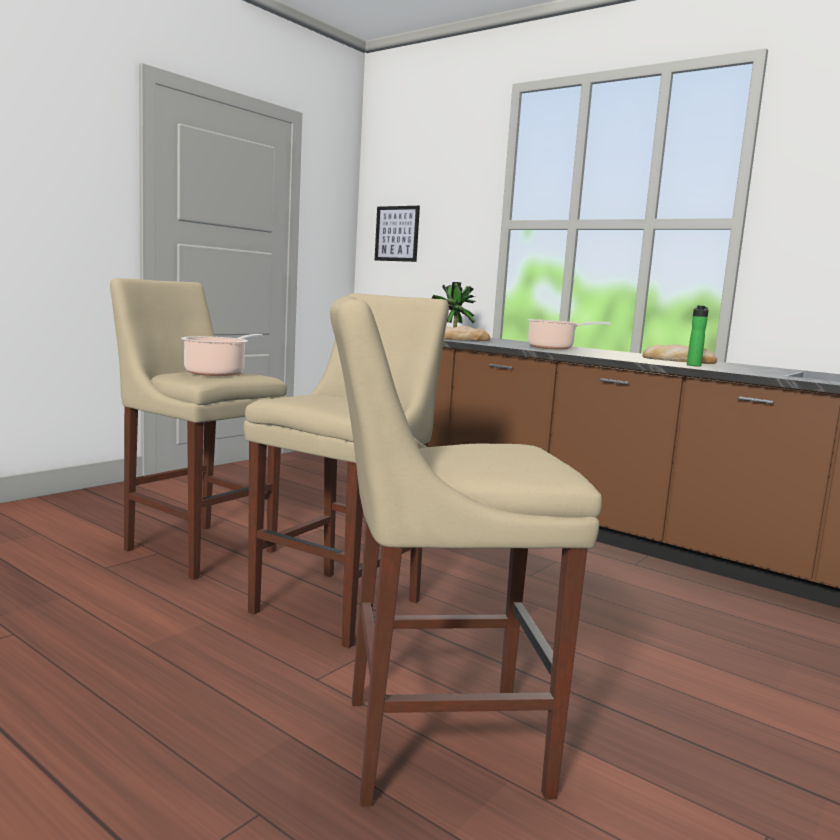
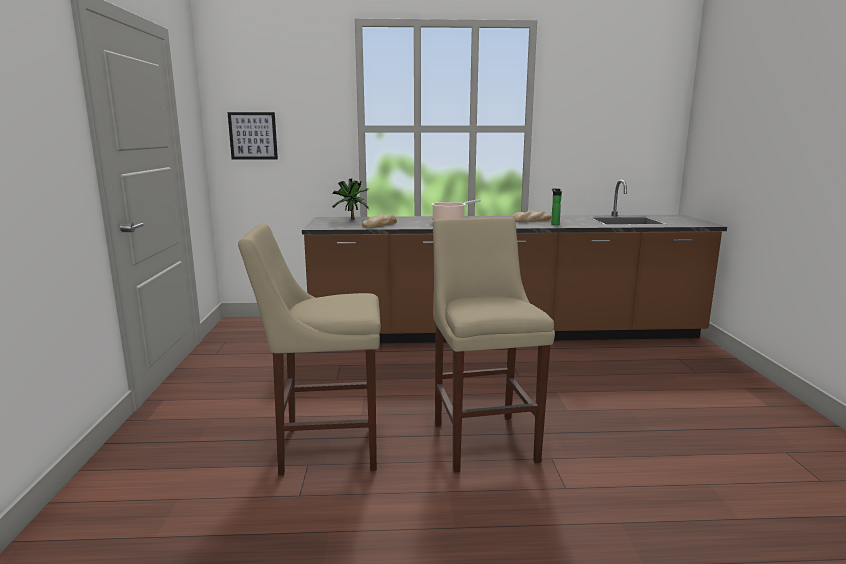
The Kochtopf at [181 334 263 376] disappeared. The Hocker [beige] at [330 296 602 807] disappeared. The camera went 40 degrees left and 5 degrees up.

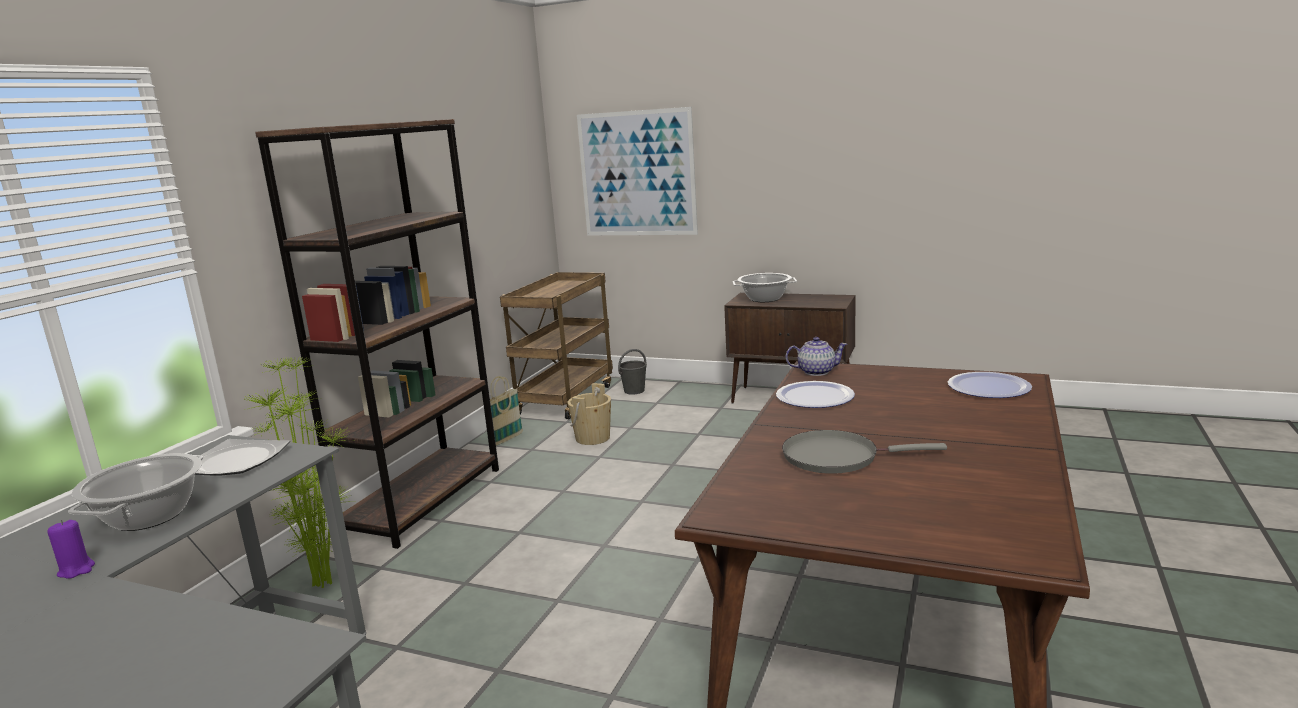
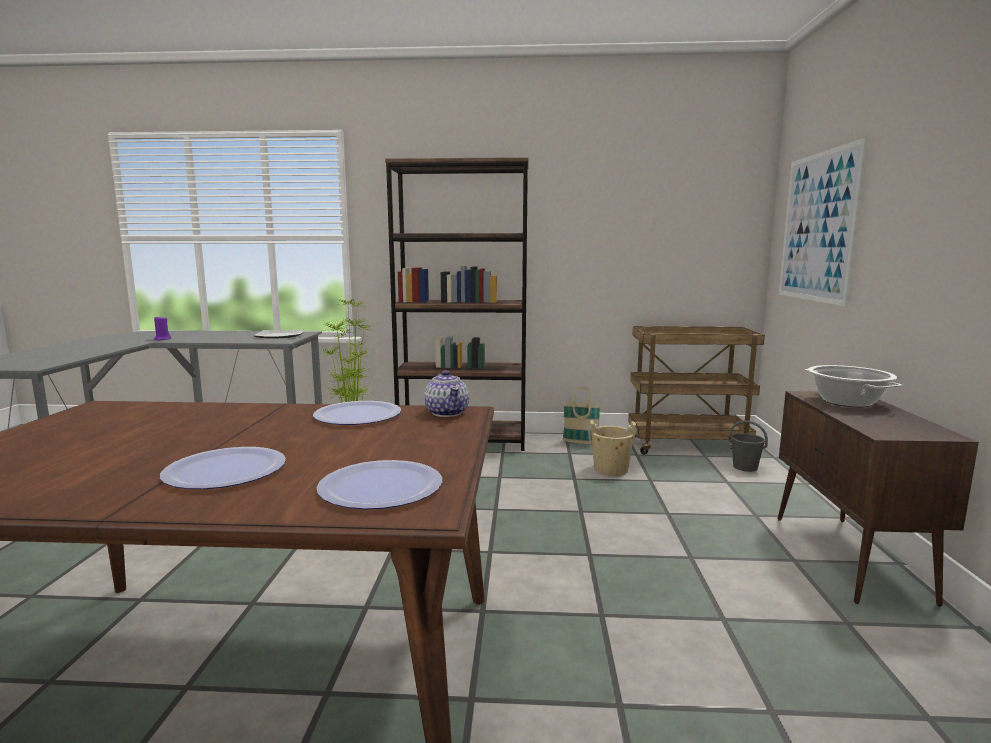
The Kochtopf at [68 453 204 531] disappeared. The Pfanne [grau] at [782 430 947 474] disappeared. The Teller at [160 447 286 489] appeared. The camera went 70 degrees right and 5 degrees down.

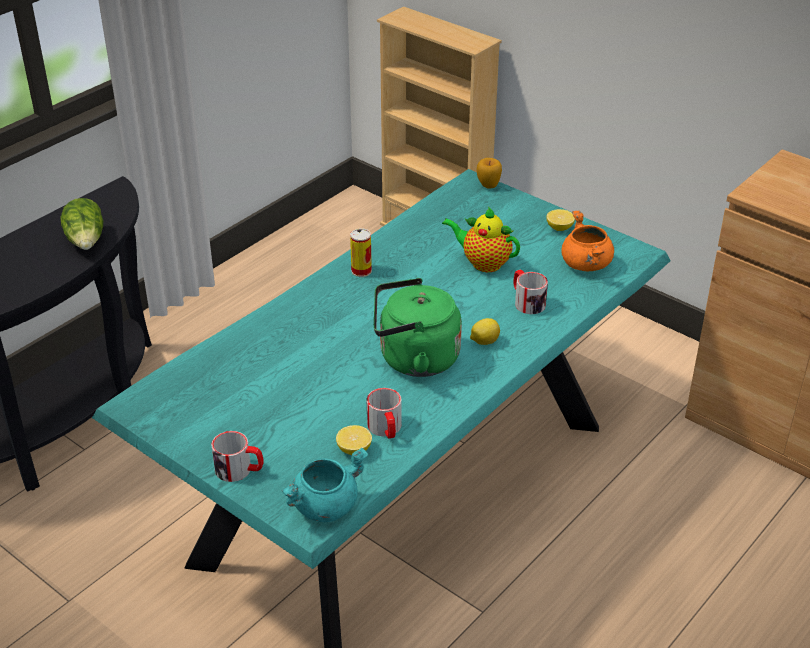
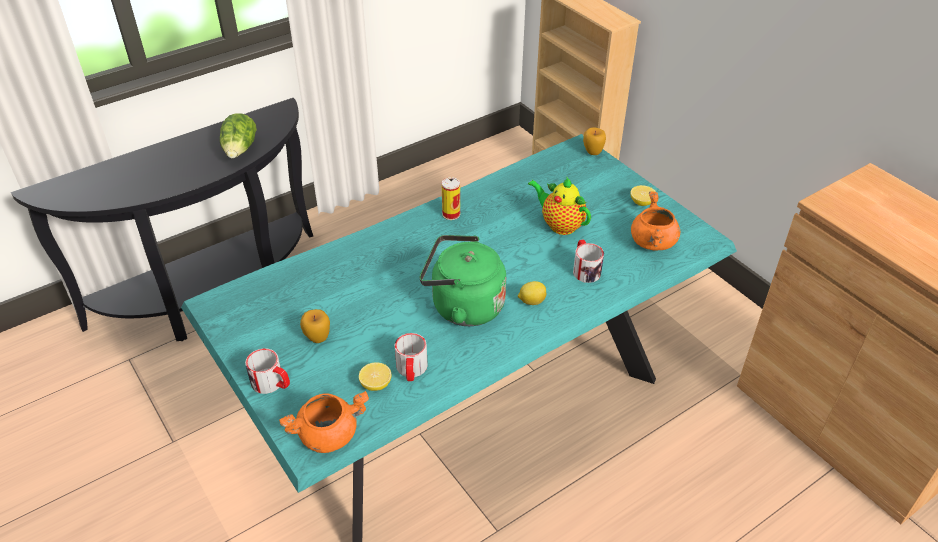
The Kochtopf [türkis] at [282 447 368 522] became the Kochtopf [orange] at [279 391 369 453]. The Apfel at [300 309 330 343] appeared. The camera went 15 degrees right and 5 degrees up.

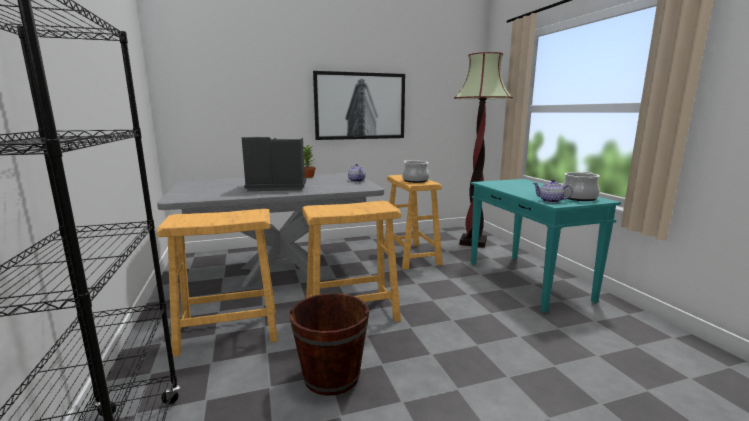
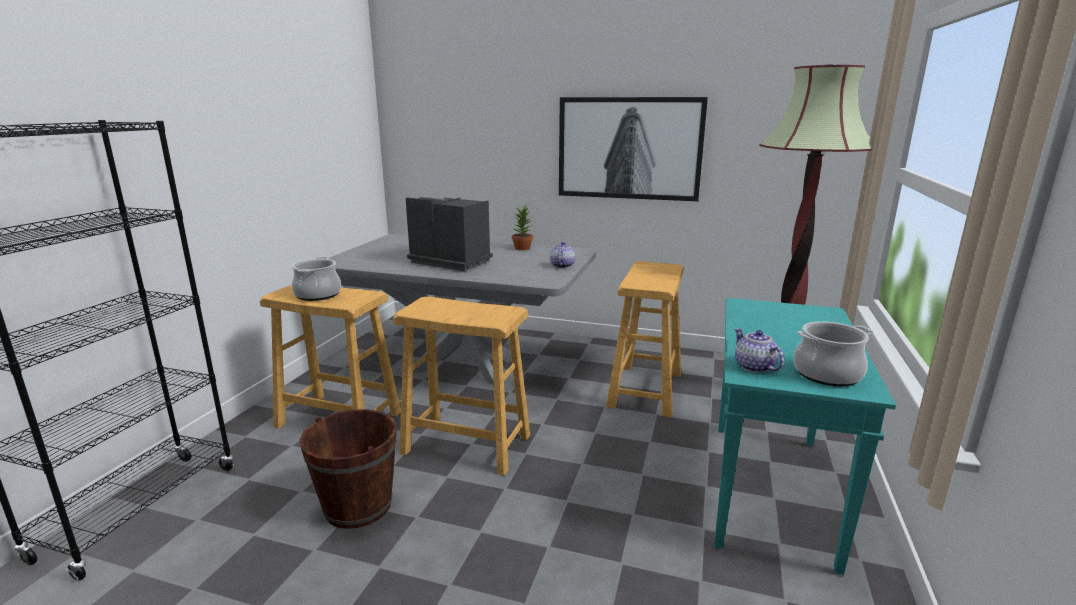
The Kochtopf moved from [402 160 430 183] to [291 257 341 301]. The camera went 35 degrees right and 5 degrees up.

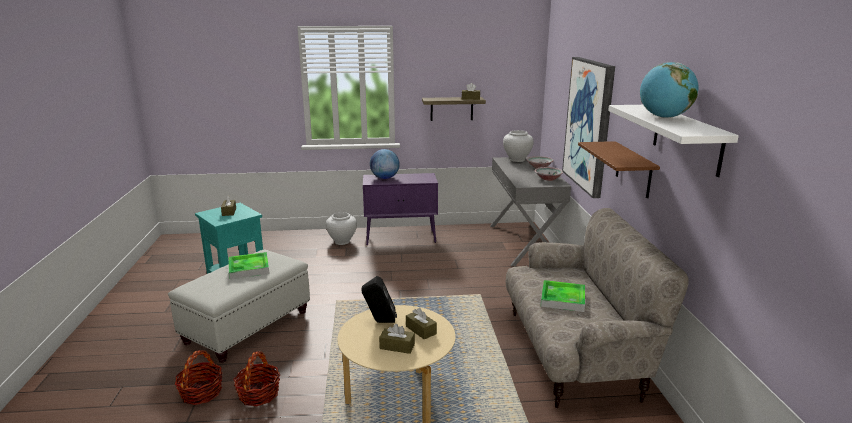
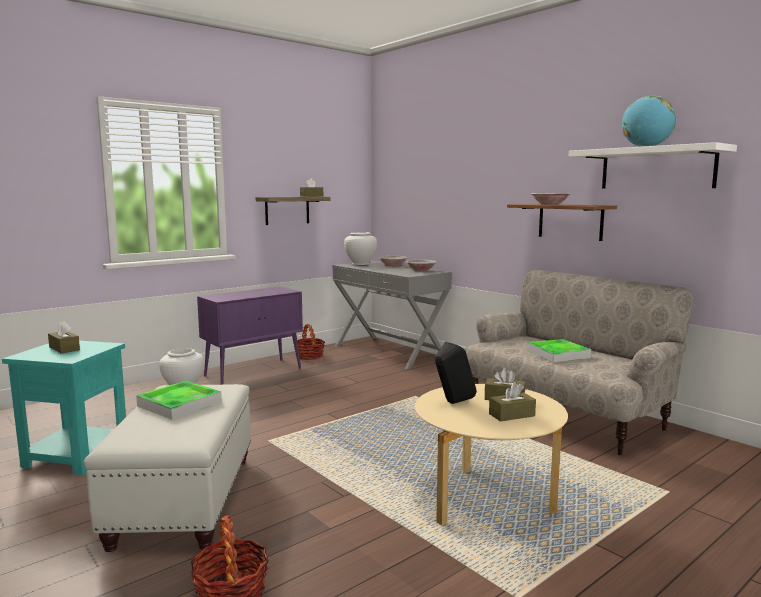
The Korb moved from [233 351 280 406] to [293 324 325 360]. The Globus at [370 149 400 179] disappeared. The Bild at [562 57 615 198] disappeared. The Schüssel at [531 193 571 205] appeared. The camera went 35 degrees left and 10 degrees down.

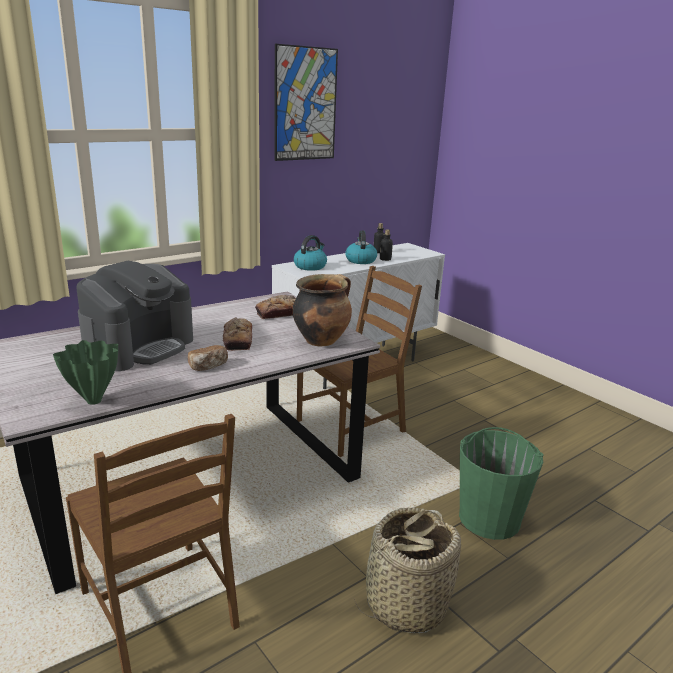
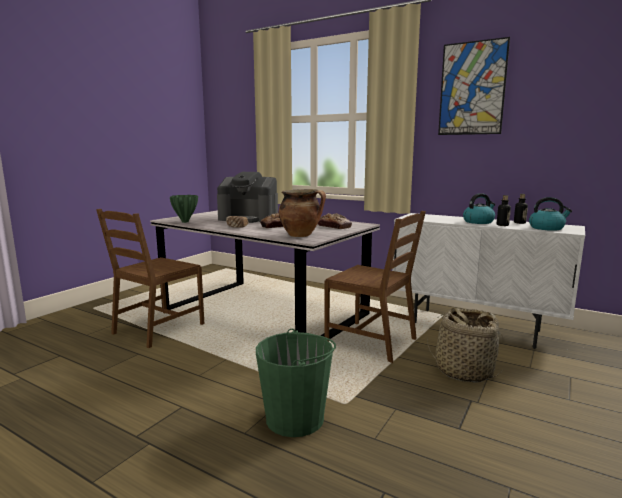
The Wasserkessel moved from [294 235 327 271] to [529 197 572 231]. The Korb moved from [354 507 461 633] to [427 308 503 382]. The camera went 70 degrees right and 10 degrees down.

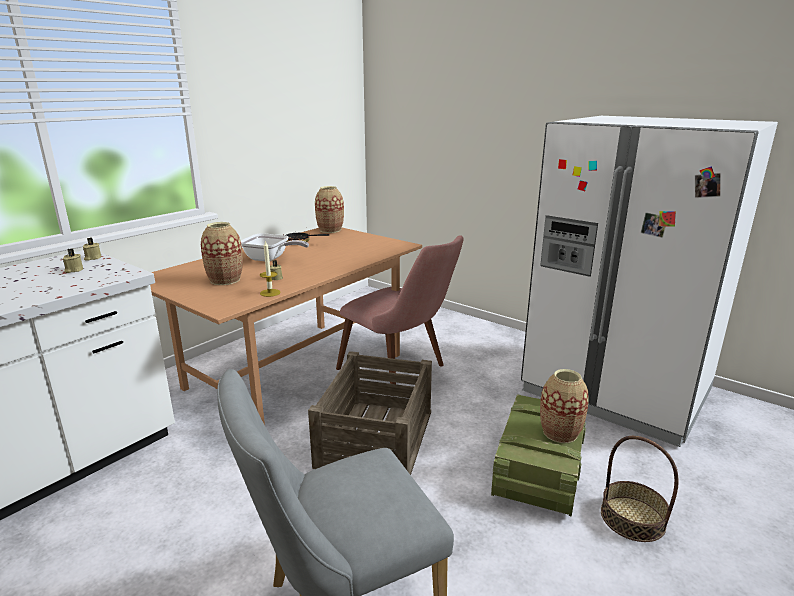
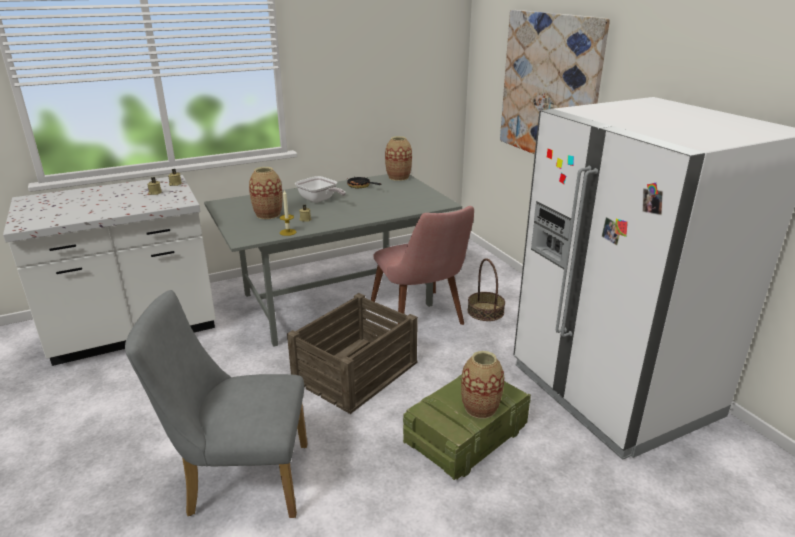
The Esstisch [braun] at [150 228 422 425] became the Esstisch [grau] at [204 174 462 347]. The Korb moved from [601 436 678 542] to [467 258 505 321]. The Bild at [500 10 610 154] appeared. The camera went 25 degrees right and 5 degrees up.

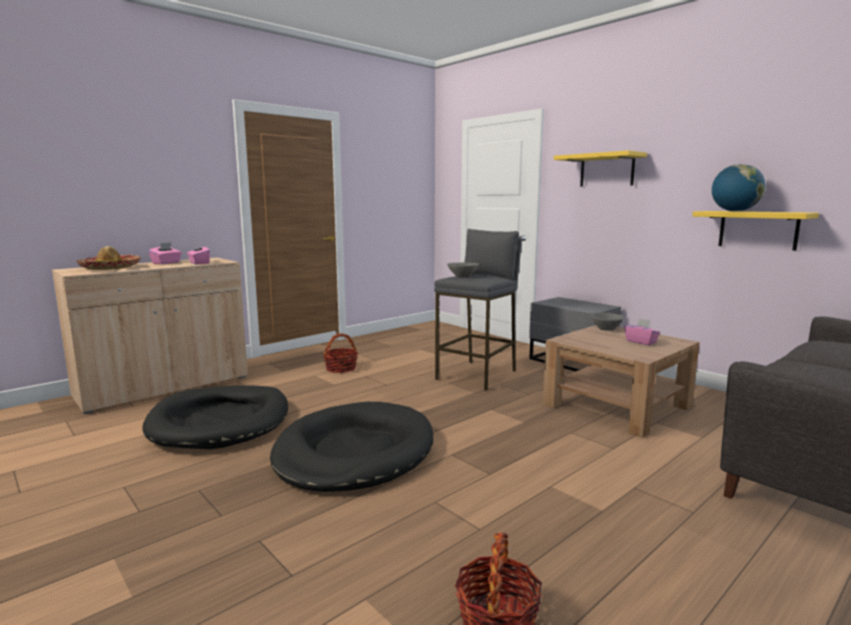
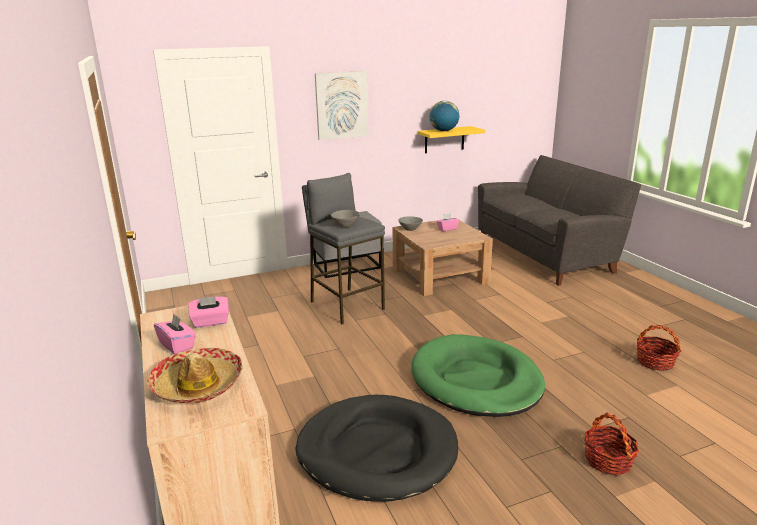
The Hundebett [schwarz] at [270 402 434 492] became the Hundebett [grün] at [411 334 545 417]. The Korb moved from [323 333 358 373] to [584 413 639 476]. The Wandregal [gelb] at [554 150 647 187] was replaced by the Bild at [315 71 369 140]. The camera went 70 degrees left and 10 degrees up.

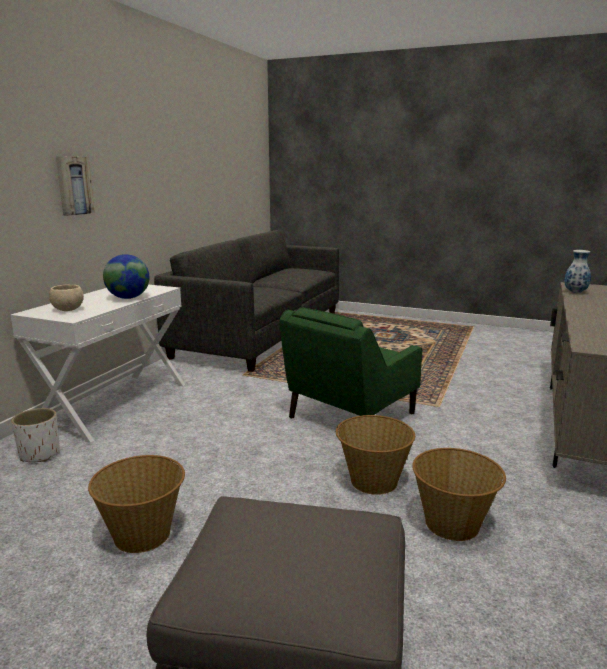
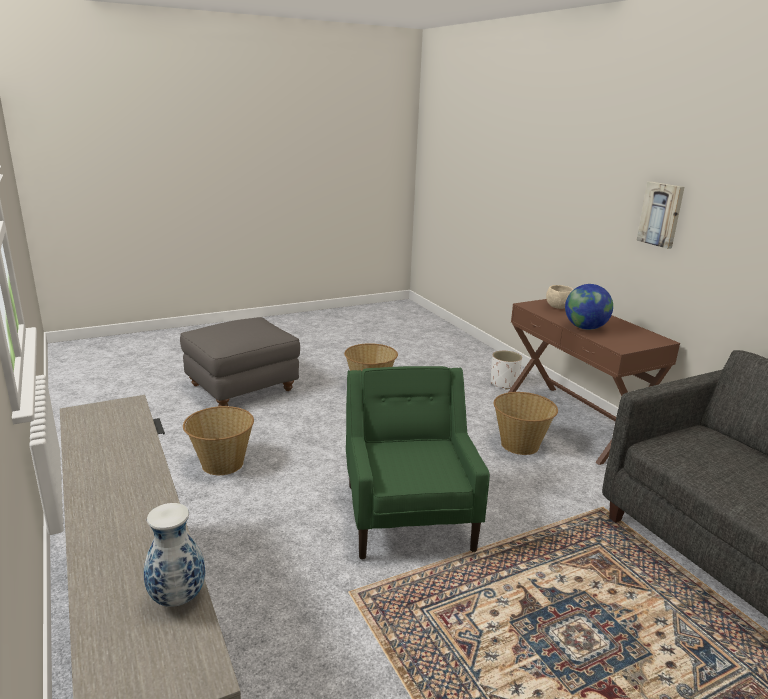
The Konsolentisch [weiß] at [10 284 185 443] became the Konsolentisch [braun] at [509 299 680 465]. The Korb moved from [336 415 415 495] to [494 392 558 455]. The camera went 130 degrees right and 5 degrees up.

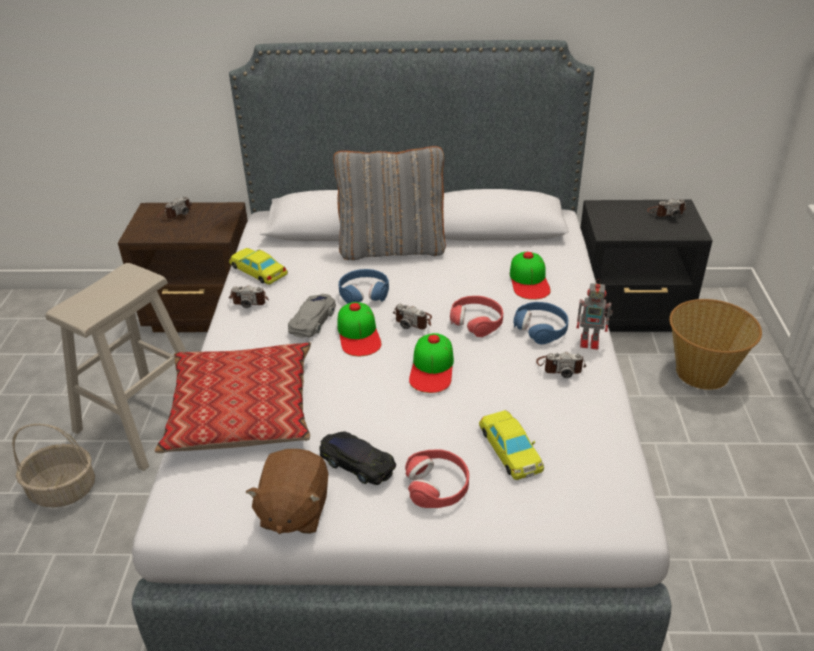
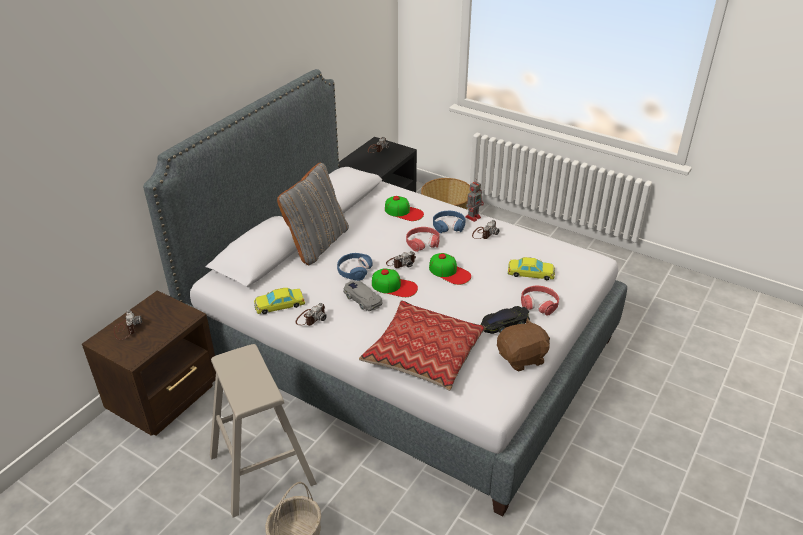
The Plüschtier [braun] at [246 449 328 534] turned 60 degrees counterclockwise. The camera went 60 degrees left and 0 degrees up.

